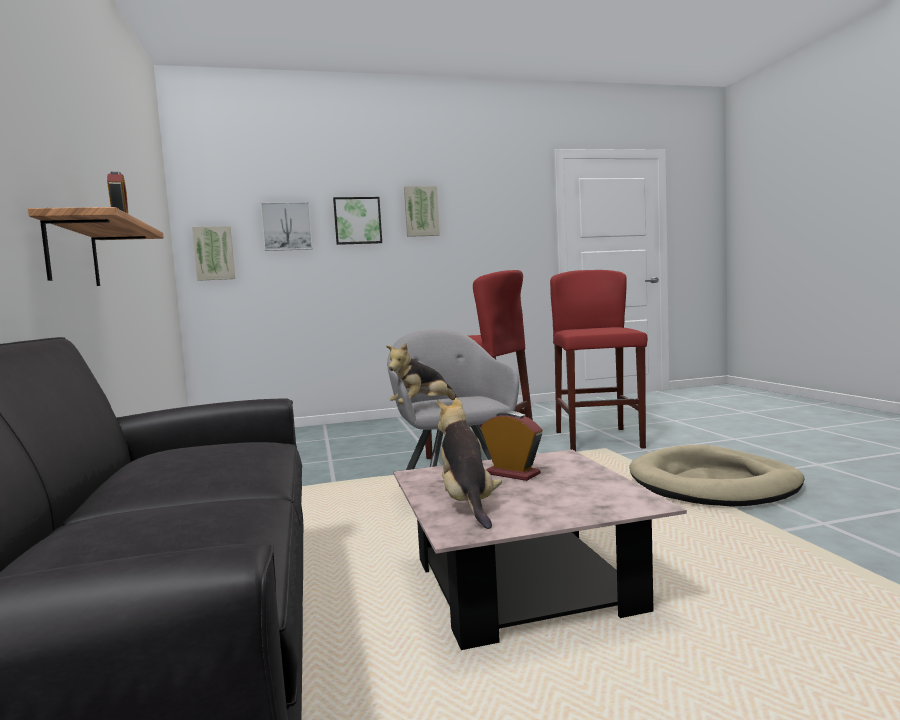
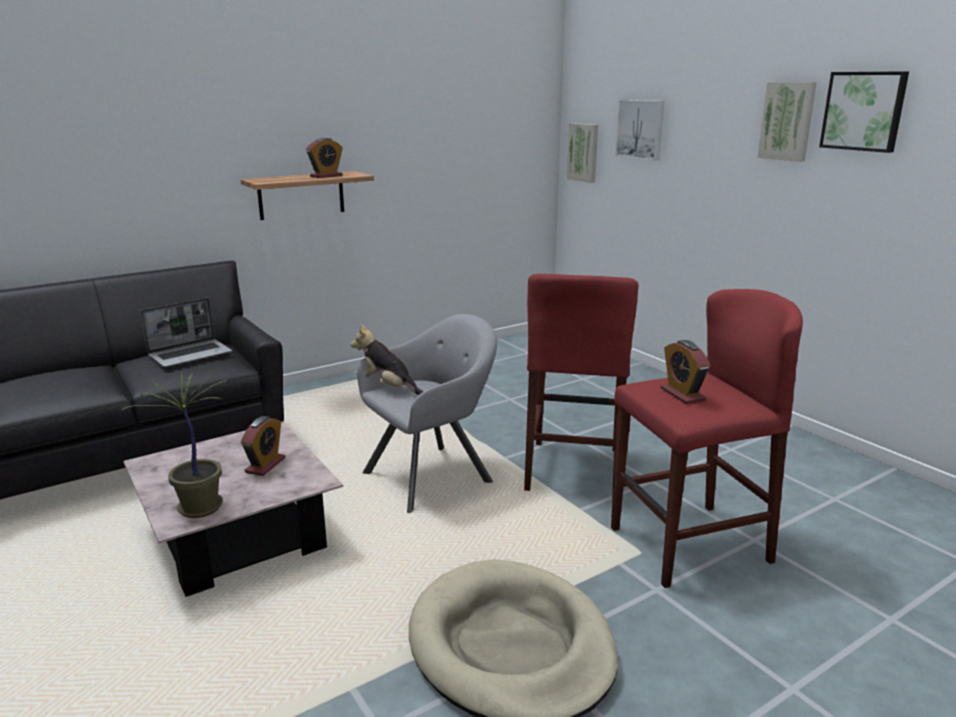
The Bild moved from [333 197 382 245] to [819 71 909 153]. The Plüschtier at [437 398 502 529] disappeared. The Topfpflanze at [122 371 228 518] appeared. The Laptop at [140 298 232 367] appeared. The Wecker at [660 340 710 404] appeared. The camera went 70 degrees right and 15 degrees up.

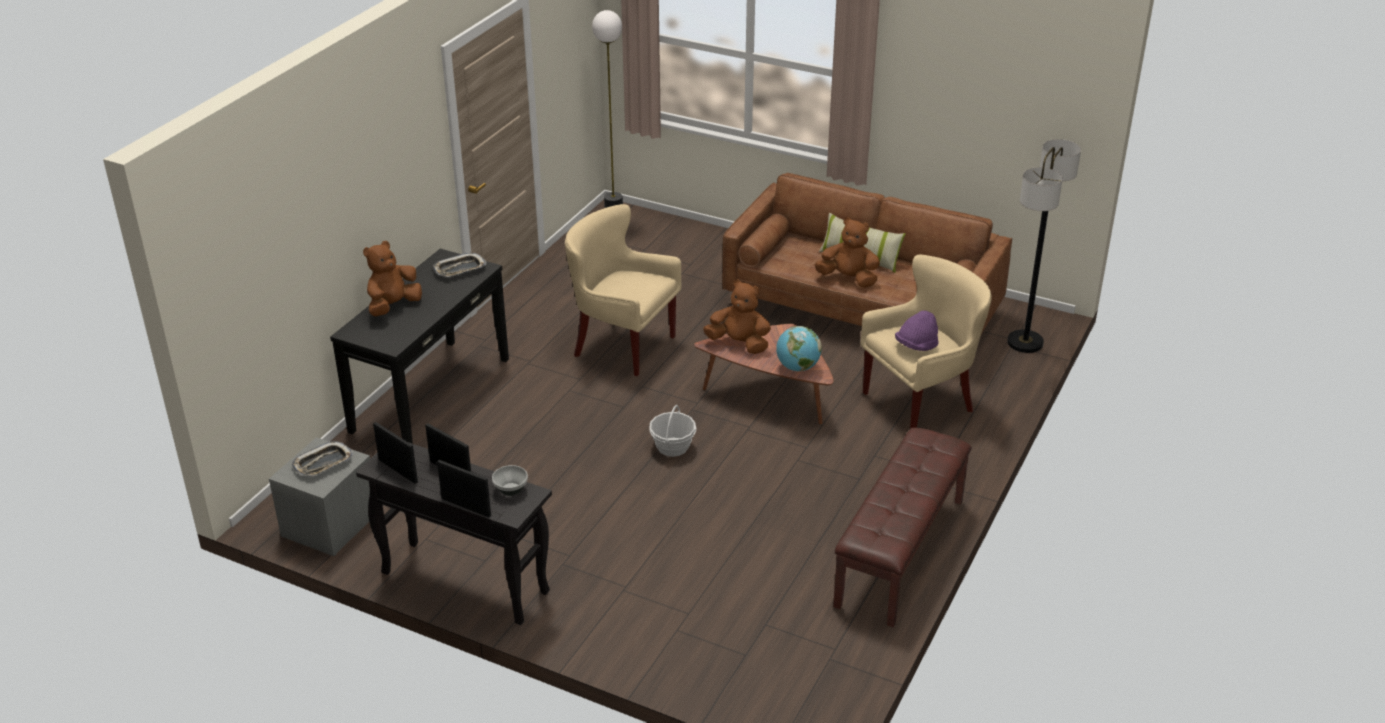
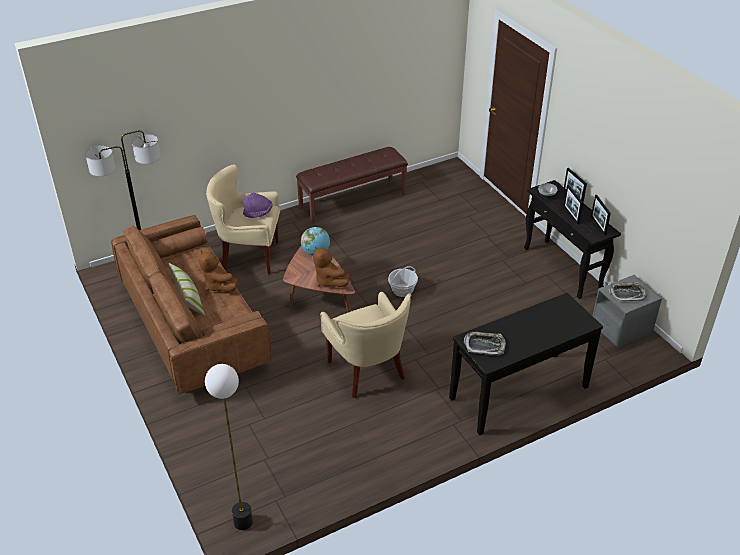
The Plüschtier [braun] at [363 241 422 316] disappeared. The camera went 145 degrees left and 5 degrees up.

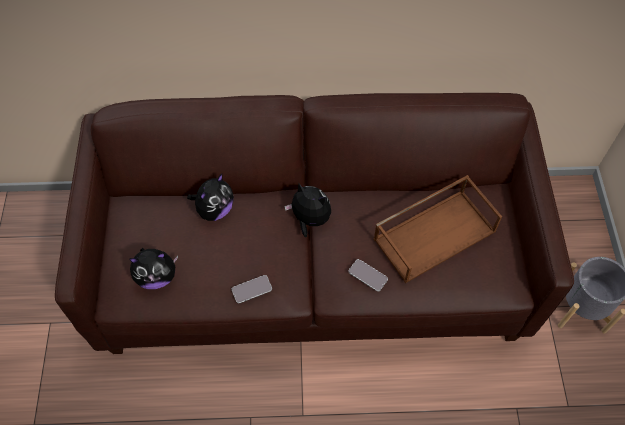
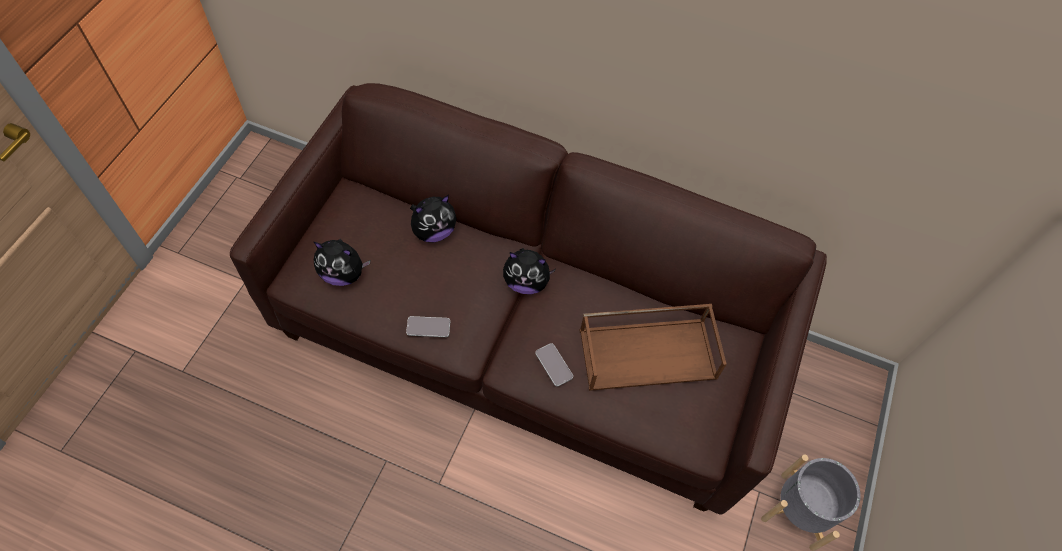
The Plüschtier at [284 183 331 237] turned 135 degrees clockwise. The camera went 20 degrees right and 0 degrees up.

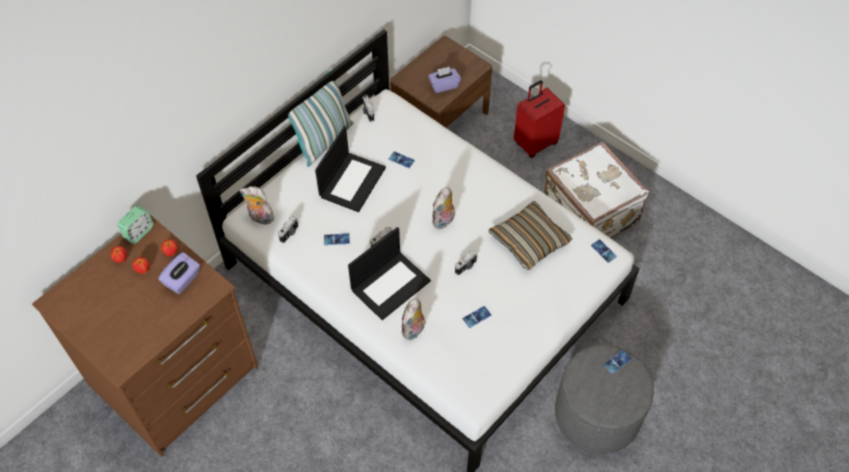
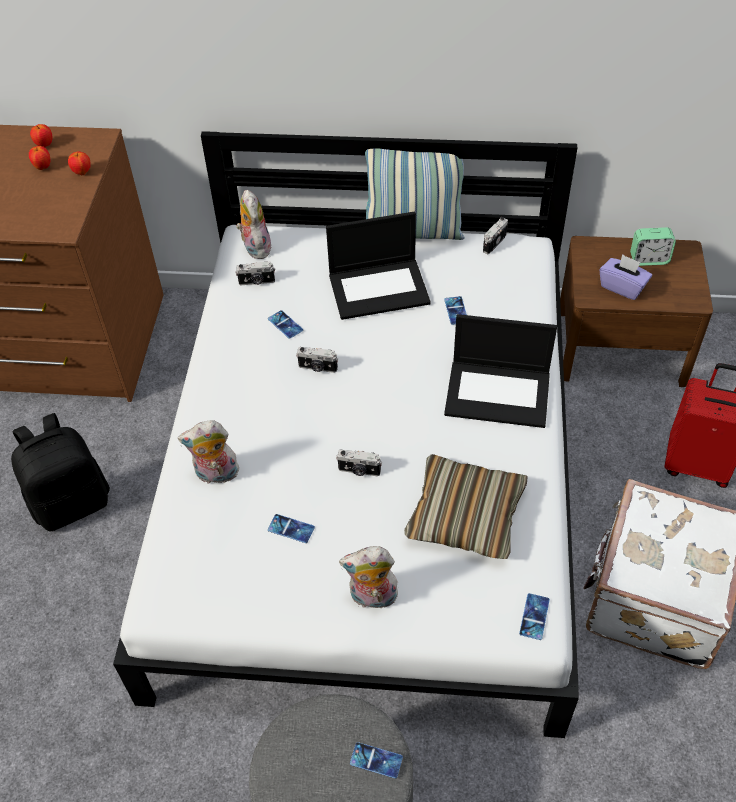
The Wecker moved from [117 205 154 244] to [630 227 676 266]. The Taschentuchbox [lila] at [158 252 200 294] disappeared. The Laptop moved from [348 227 431 320] to [444 314 557 428]. The Plüschtier moved from [432 187 455 229] to [339 546 399 609]. The Rucksack [schwarz] at [11 413 110 531] appeared. The camera went 55 degrees right and 5 degrees down.

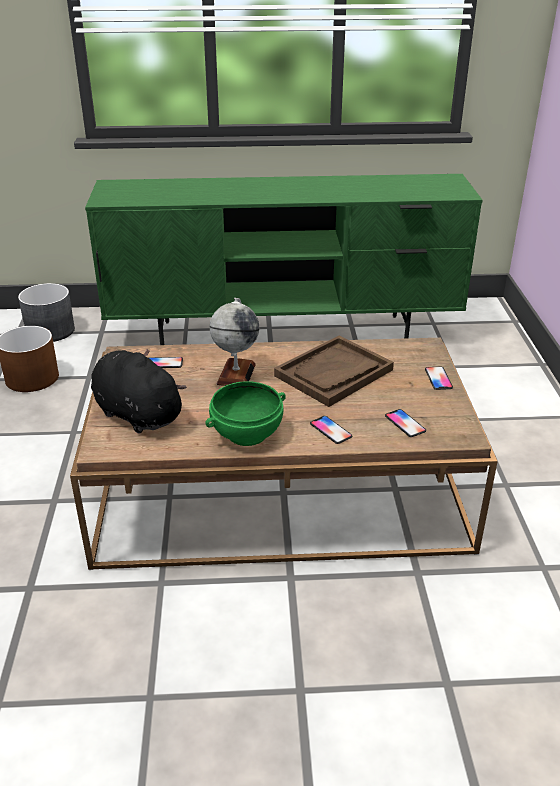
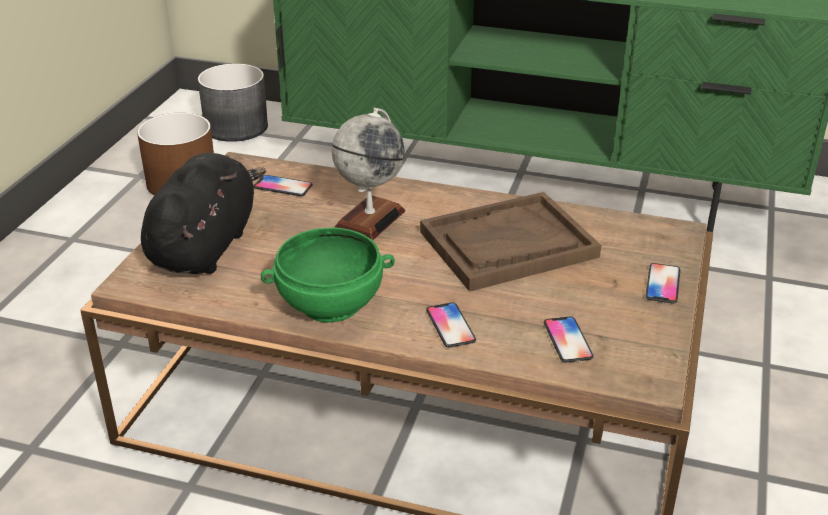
The Plüschtier [schwarz] at [91 349 187 433] turned 45 degrees clockwise. The camera went 20 degrees right and 0 degrees up.

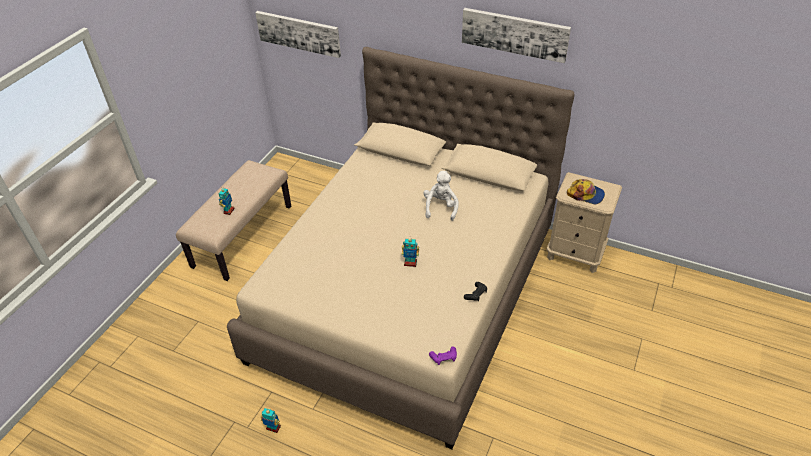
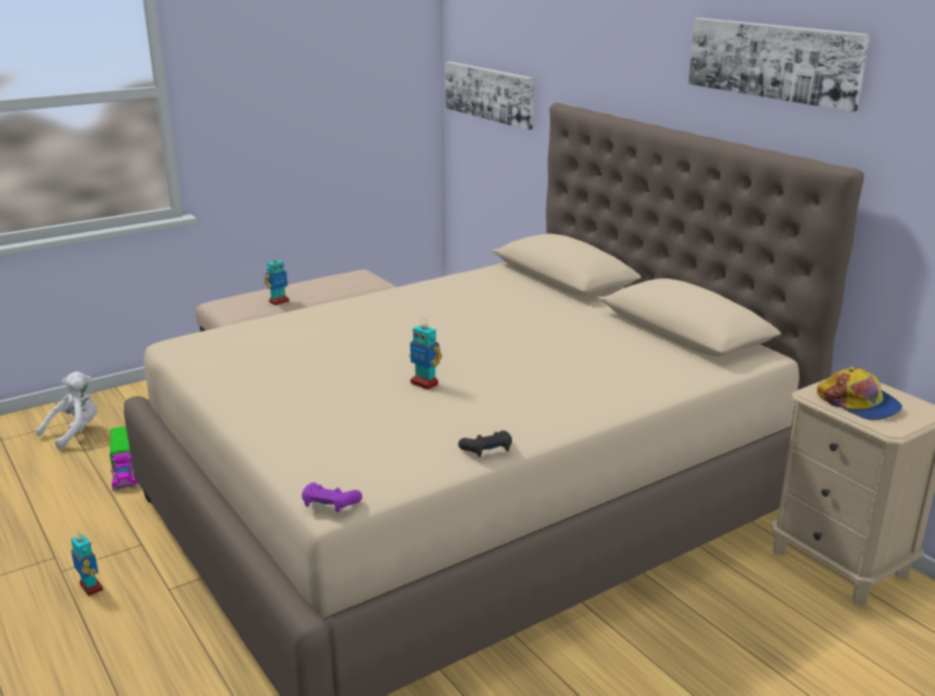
The Plüschtier [weiß] moved from [423 171 459 221] to [37 371 97 450]. The Spielzeuglaster at [110 426 138 491] appeared. The camera went 30 degrees right and 20 degrees down.

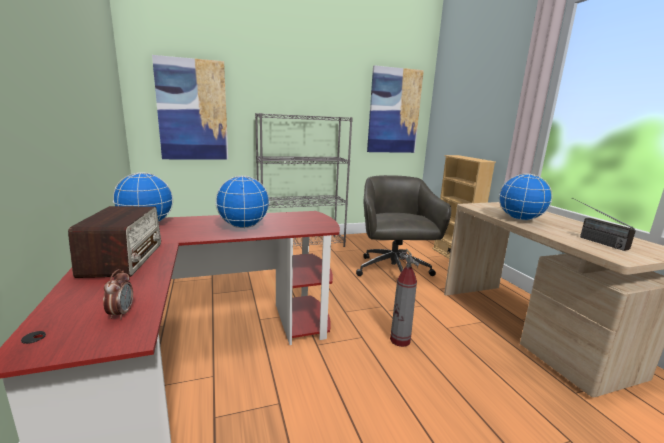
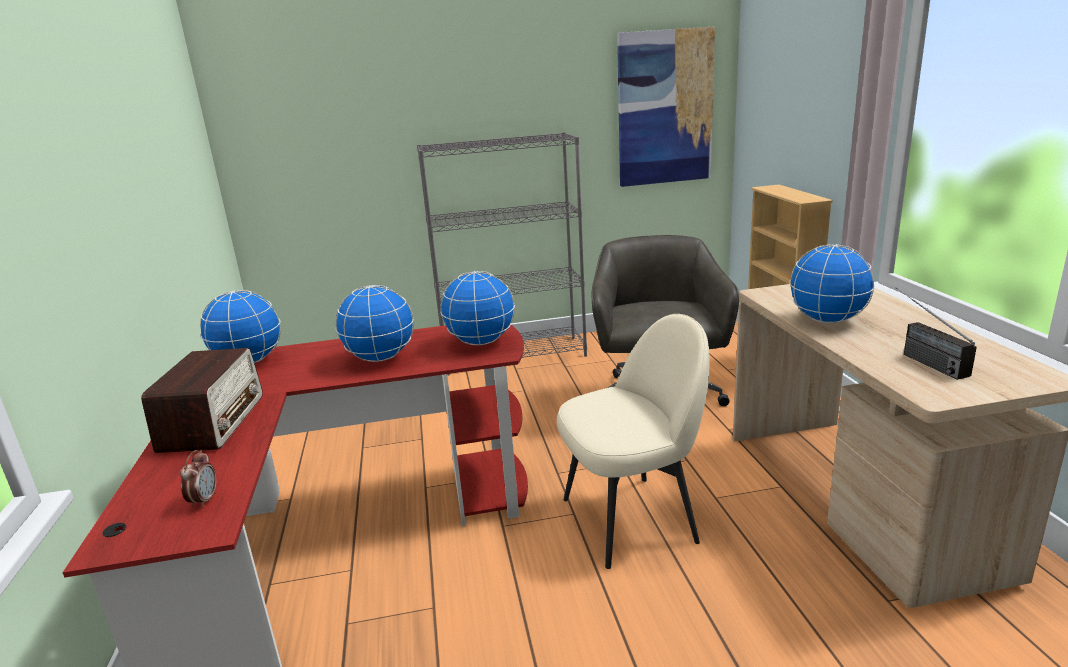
The Bild at [152 55 228 160] disappeared. The Feuerlöscher at [390 249 419 347] was replaced by the Stuhl [beige] at [557 314 710 569]. The Globus at [440 271 515 345] appeared. The camera went 10 degrees right and 5 degrees up.

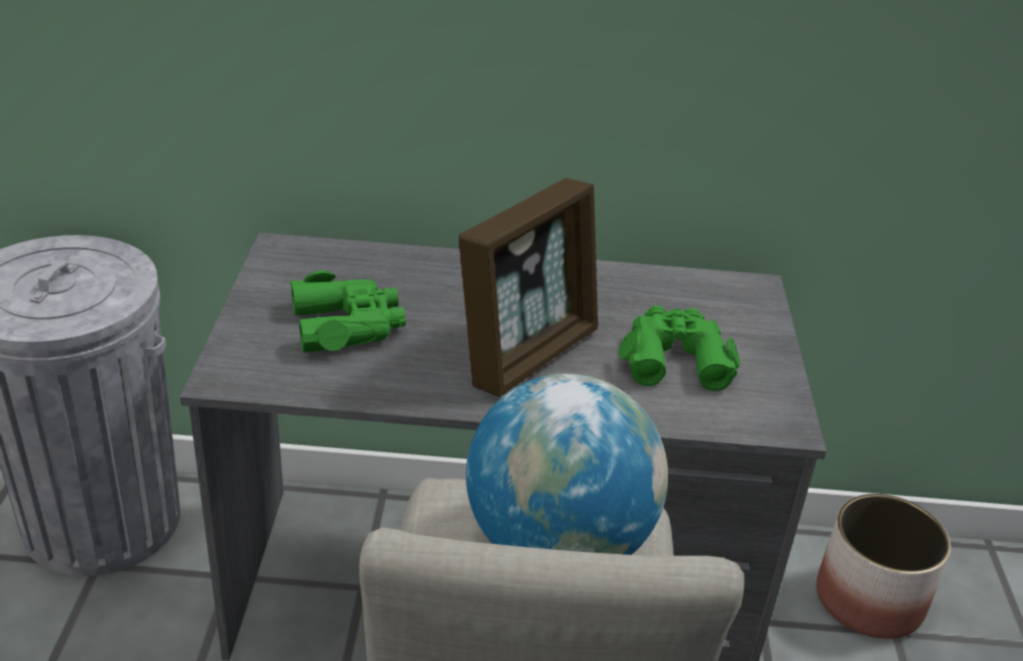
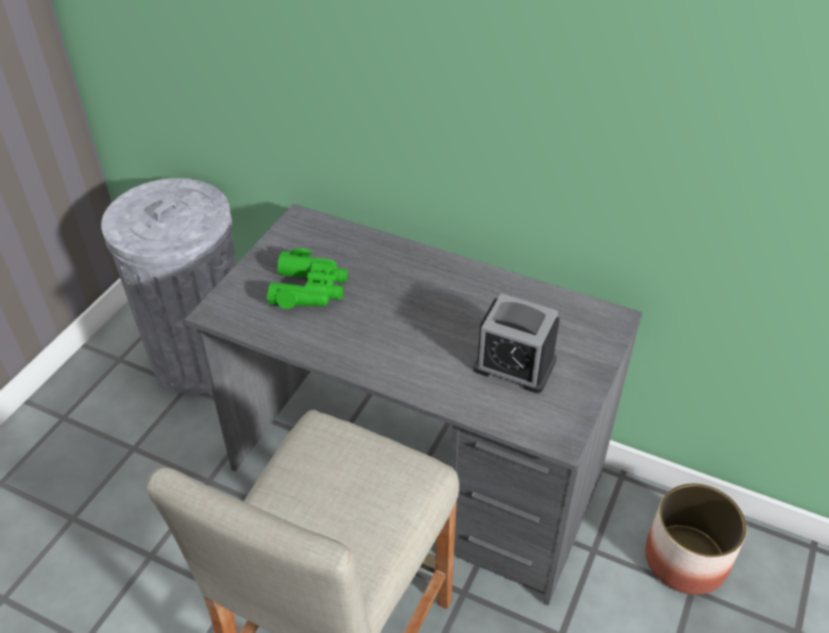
The Bilderrahmen at [458 178 598 397] disappeared. The Globus at [466 374 668 555] disappeared. The Fernglas [grün] at [619 305 740 391] was replaced by the Wecker at [473 293 560 393]. The camera went 25 degrees right and 10 degrees up.

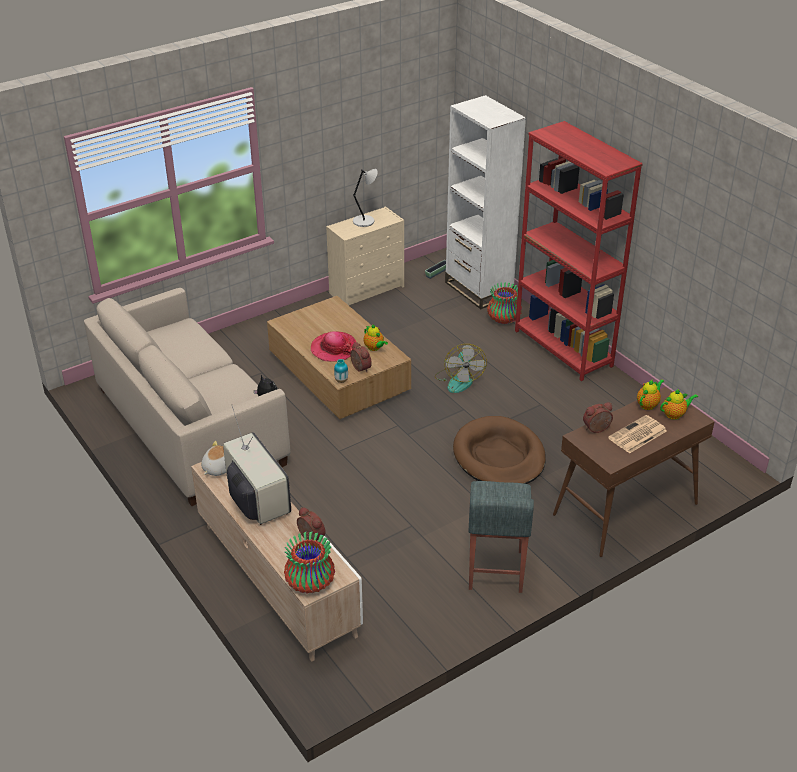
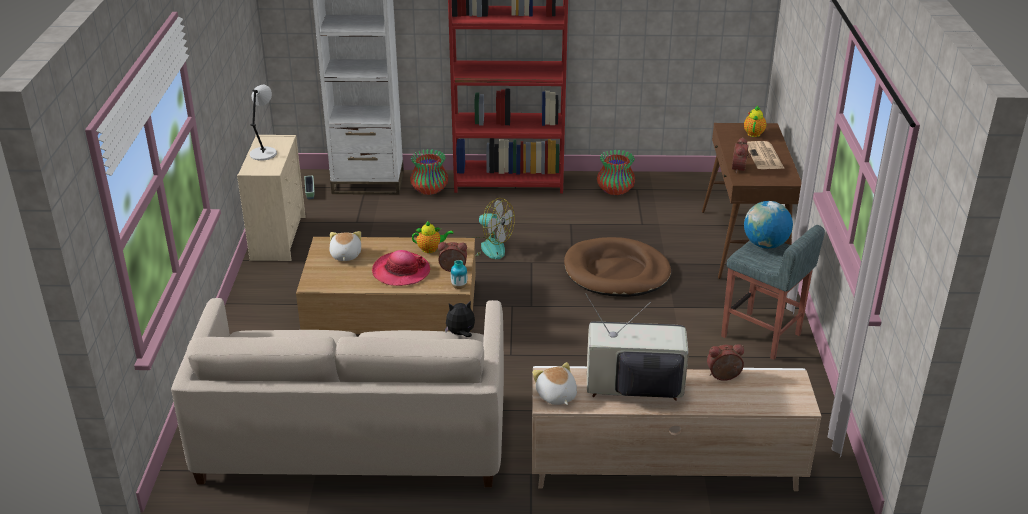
The Vase moved from [284 532 335 593] to [597 150 635 195]. The Teekanne at [637 379 664 410] disappeared. The Plüschtier at [329 231 361 261] appeared. The Globus at [744 201 793 249] appeared. The camera went 55 degrees left and 5 degrees down.

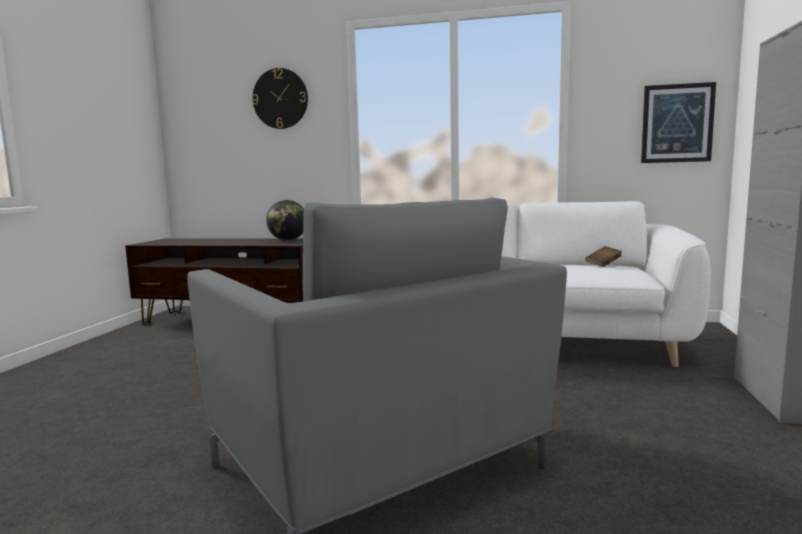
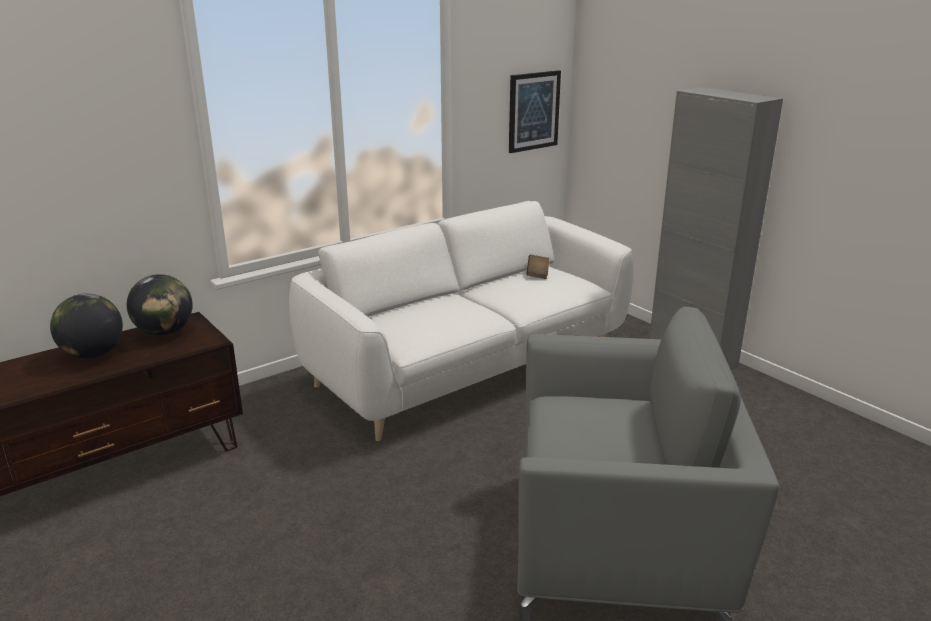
The Wanduhr at [252 68 308 129] disappeared. The Globus at [50 294 123 359] appeared. The camera went 50 degrees left and 15 degrees up.

